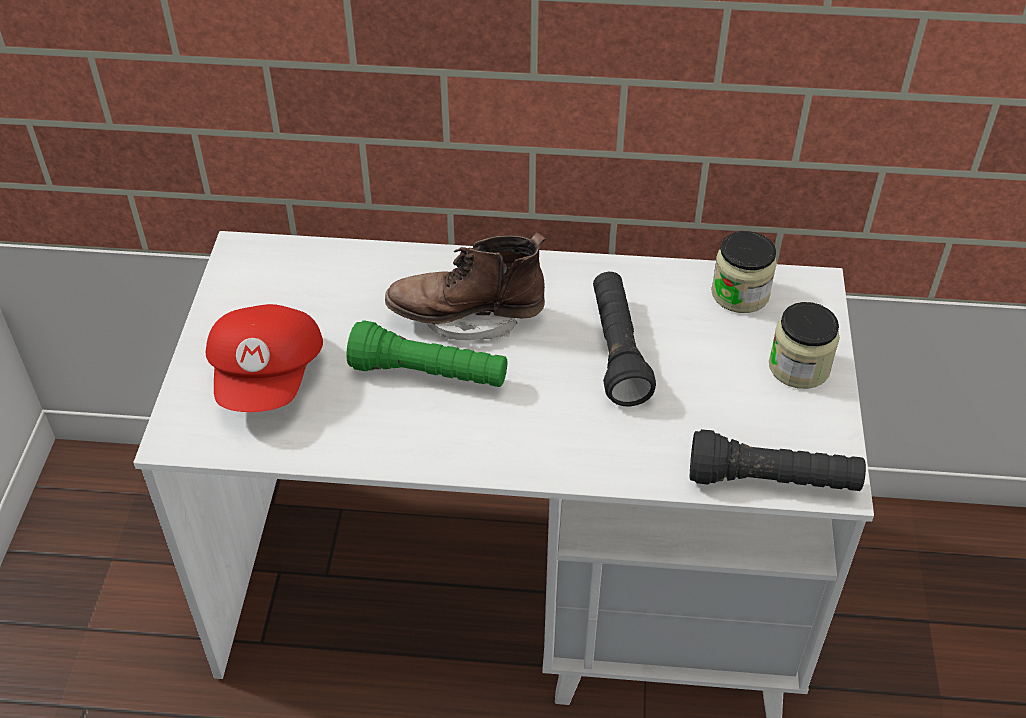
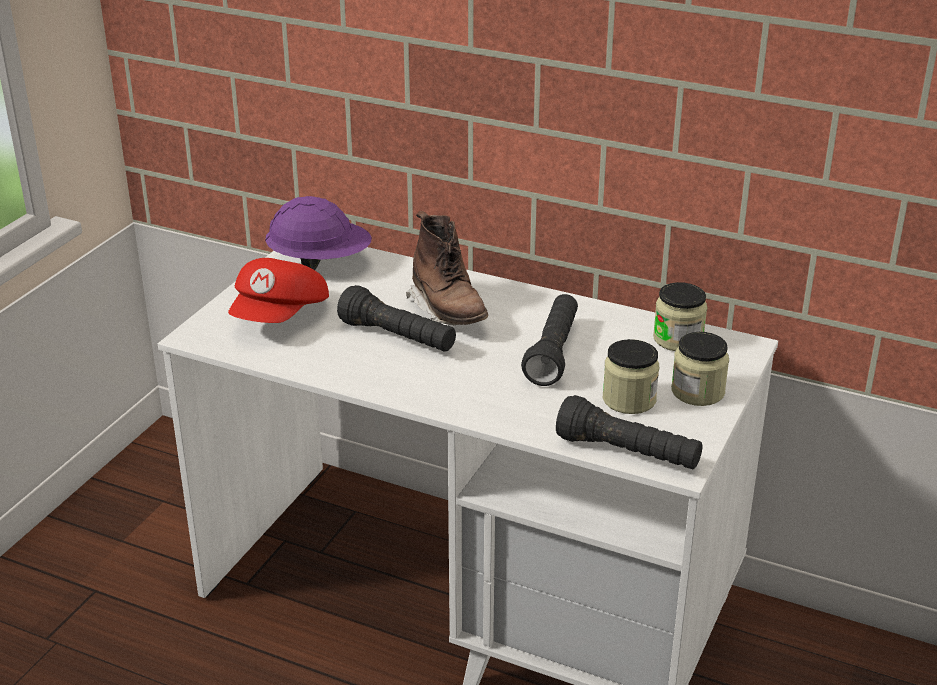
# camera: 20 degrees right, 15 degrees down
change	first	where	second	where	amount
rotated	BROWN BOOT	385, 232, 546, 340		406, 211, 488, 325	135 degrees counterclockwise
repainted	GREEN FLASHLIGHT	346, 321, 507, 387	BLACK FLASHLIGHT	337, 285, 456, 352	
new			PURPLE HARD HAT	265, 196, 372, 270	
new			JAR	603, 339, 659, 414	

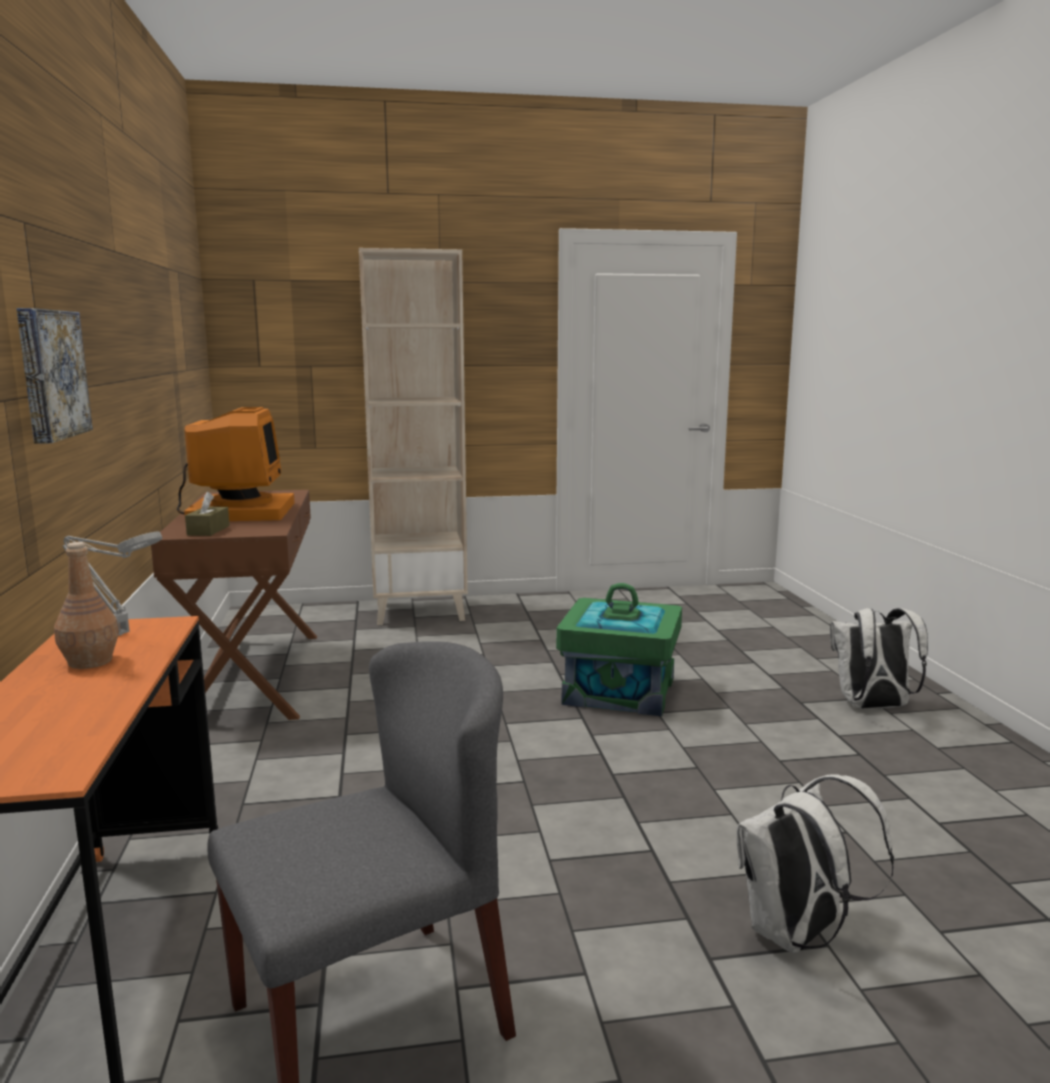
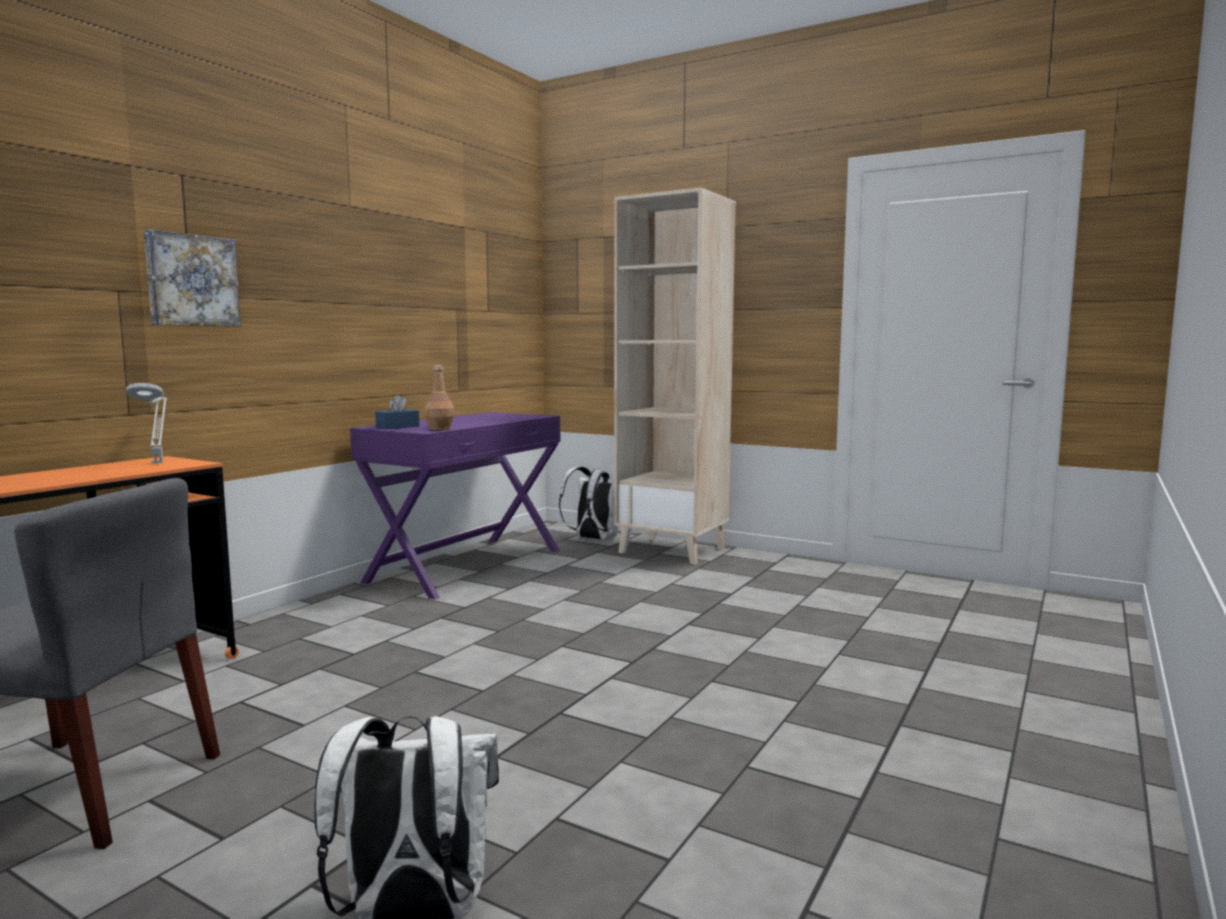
# camera: 40 degrees right, 5 degrees down
change	first	where	second	where	amount
gone	MONITOR	177, 407, 295, 521			
repainted	BROWN CONSOLE TABLE	151, 490, 317, 720	PURPLE CONSOLE TABLE	350, 412, 561, 599	
repainted	BROWN TISSUE BOX	185, 492, 230, 536	BLUE TISSUE BOX	375, 395, 419, 429	
shifted	BROWN BOTTLE	54, 542, 119, 669		425, 365, 455, 430	
gone	GREEN STORAGE BOX	556, 583, 682, 716			
shifted	WHITE BACKPACK	830, 608, 928, 709		559, 467, 618, 540	

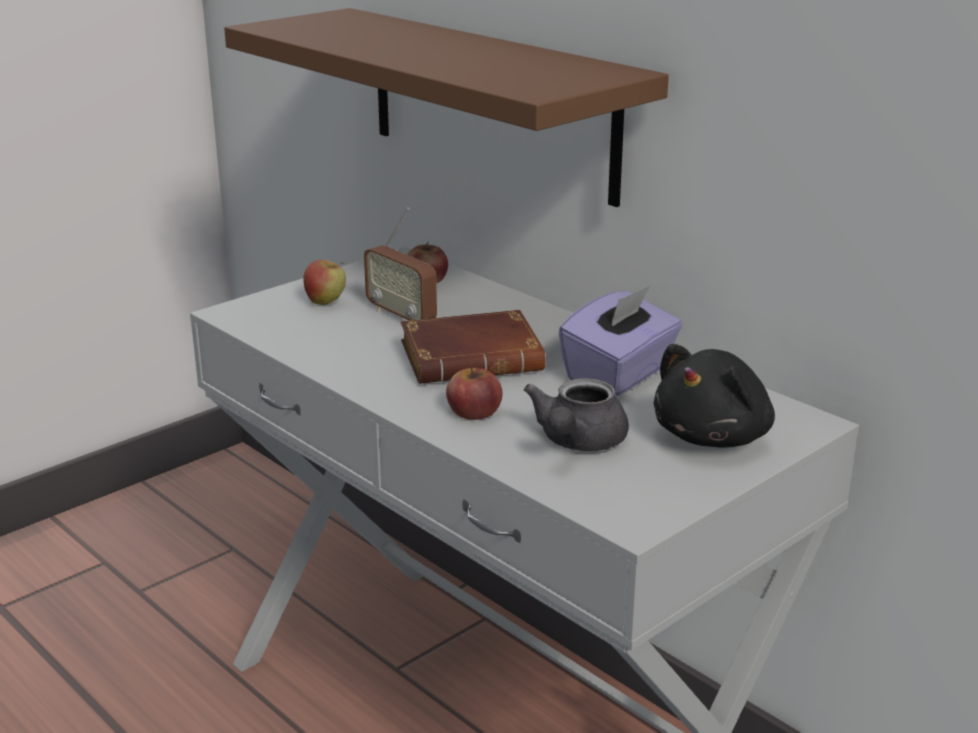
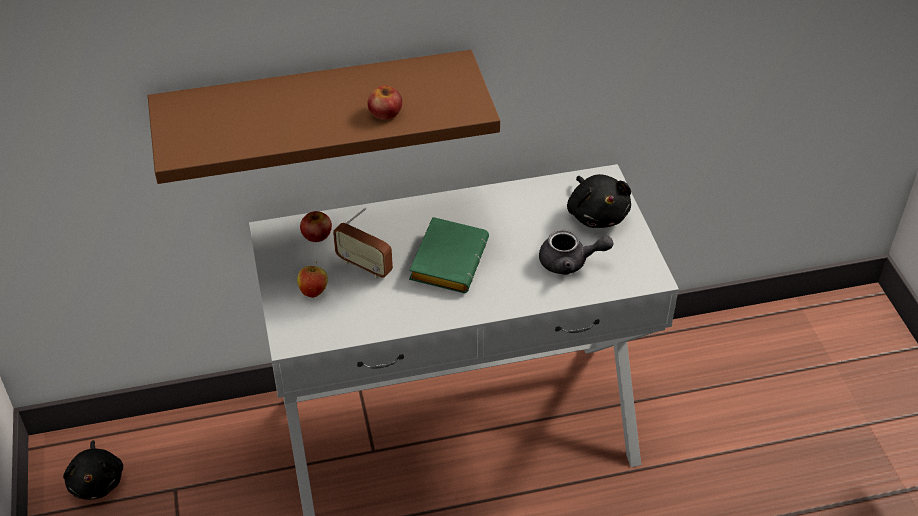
# camera: 60 degrees left, 20 degrees up
change	first	where	second	where	amount
rotated	RADIO	364, 207, 437, 321		333, 207, 393, 278	45 degrees clockwise
gone	PURPLE TISSUE BOX	559, 285, 682, 396			
repainted	BROWN BOOK	401, 310, 545, 384	GREEN BOOK	409, 217, 489, 293	
shifted	APPLE	446, 365, 503, 420		368, 86, 402, 120	
rotated	GREY TEAPOT	524, 378, 629, 451		539, 230, 614, 275	45 degrees counterclockwise
new			BLACK PLUSH TOY	63, 440, 123, 500	

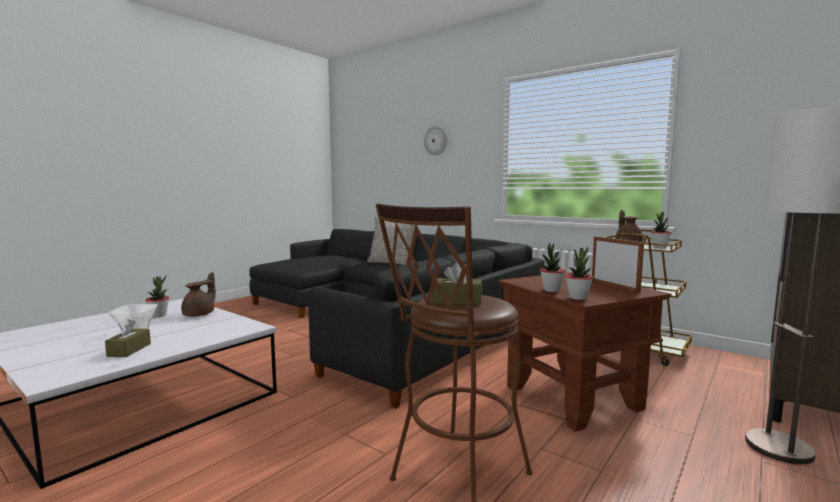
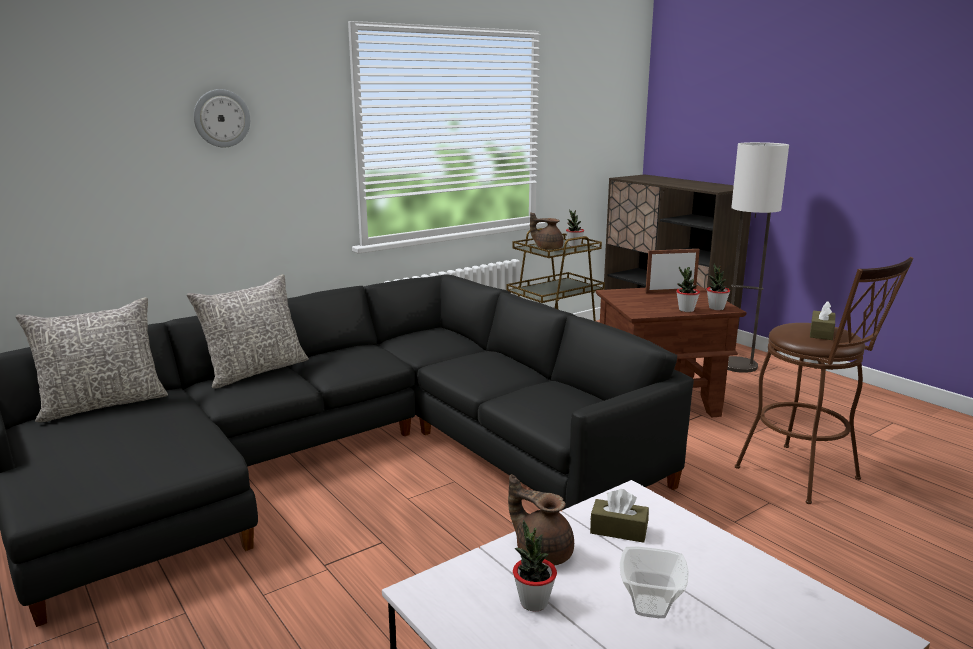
# camera: 75 degrees left, 10 degrees up
change	first	where	second	where	amount
shifted	BROWN TISSUE BOX	105, 319, 151, 357		590, 489, 649, 543	
new			GREY PILLOW	16, 297, 168, 422	

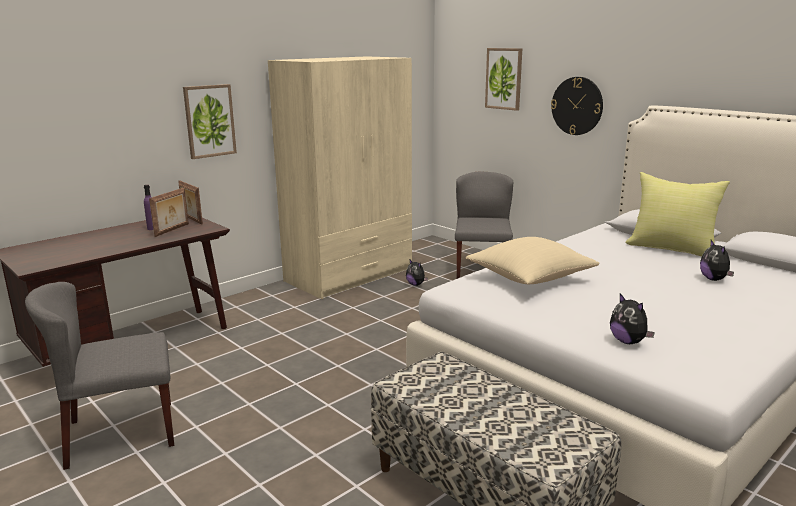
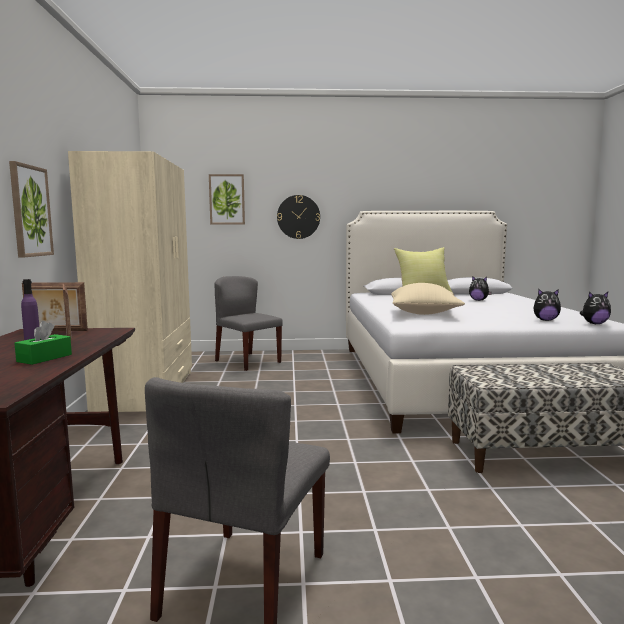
# camera: 50 degrees left, 10 degrees down
change	first	where	second	where	amount
shifted	PLUSH TOY	406, 260, 428, 286		579, 292, 611, 324	
new			GREEN TISSUE BOX	14, 321, 72, 365	

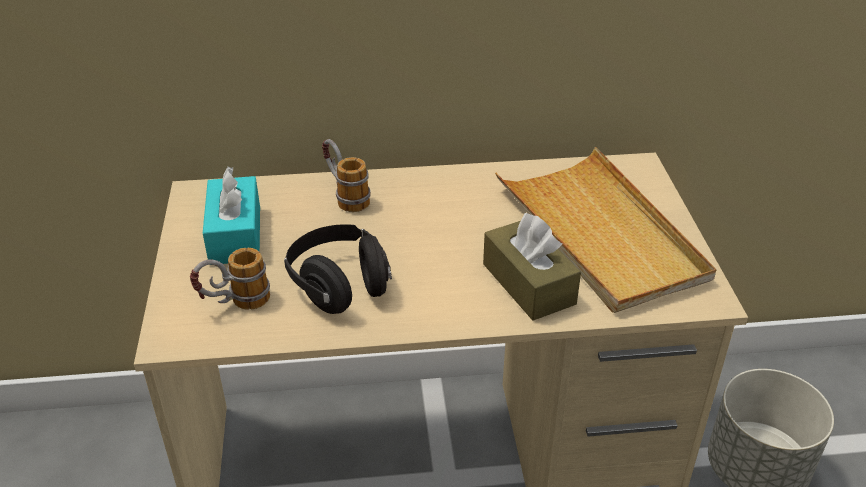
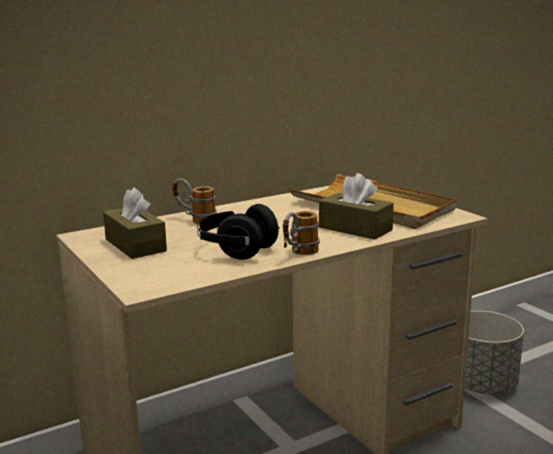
# camera: 25 degrees left, 20 degrees down
change	first	where	second	where	amount
repainted	TURQUOISE TISSUE BOX	203, 167, 260, 264	BROWN TISSUE BOX	103, 187, 167, 259	
shifted	MUG	190, 248, 270, 310		283, 211, 320, 255	

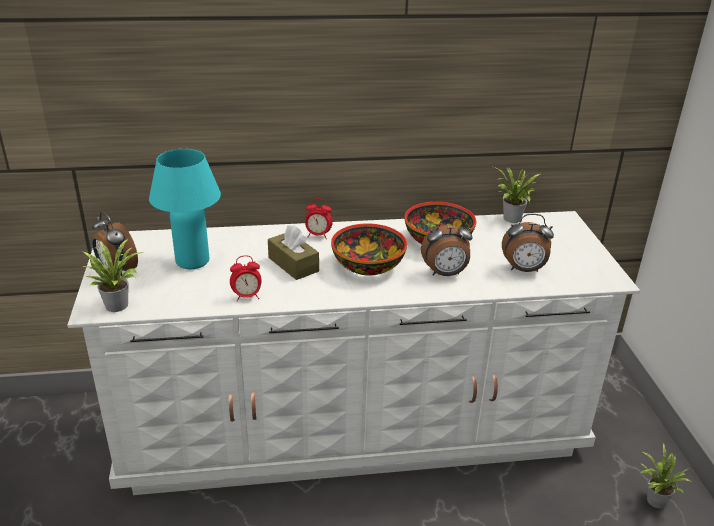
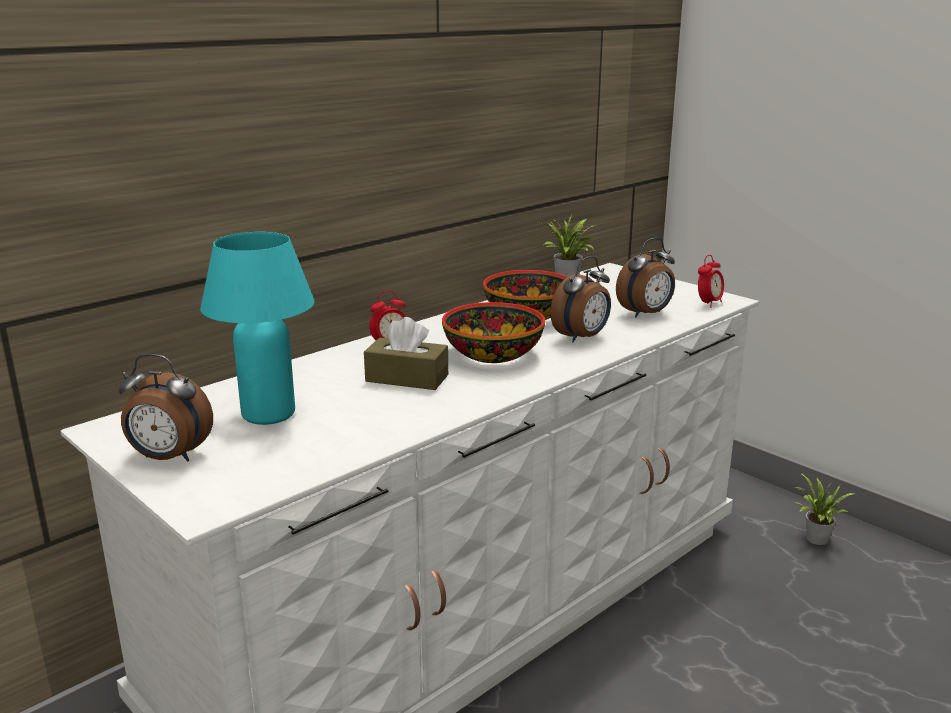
# camera: 35 degrees left, 10 degrees down
change	first	where	second	where	amount
gone	POTTED PLANT	83, 238, 144, 312			
shifted	ALARM CLOCK	230, 256, 262, 302		698, 255, 724, 308	

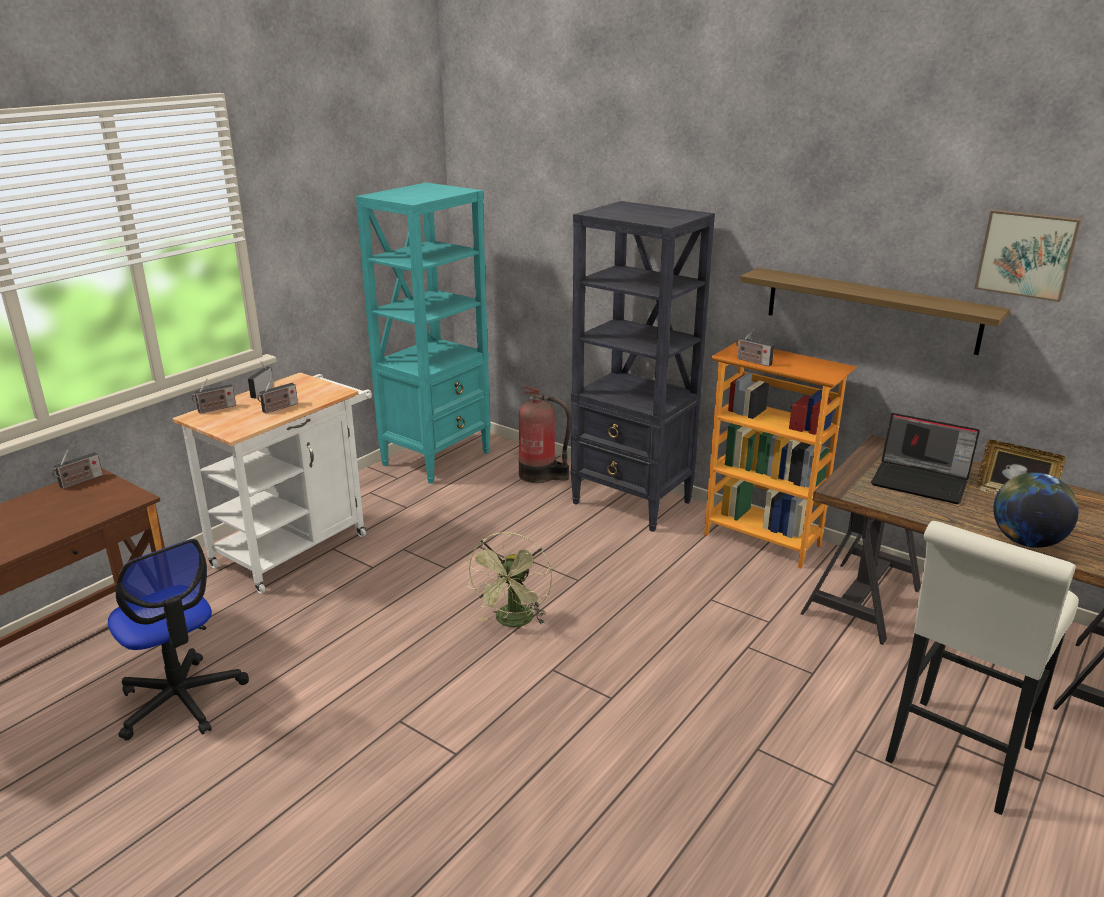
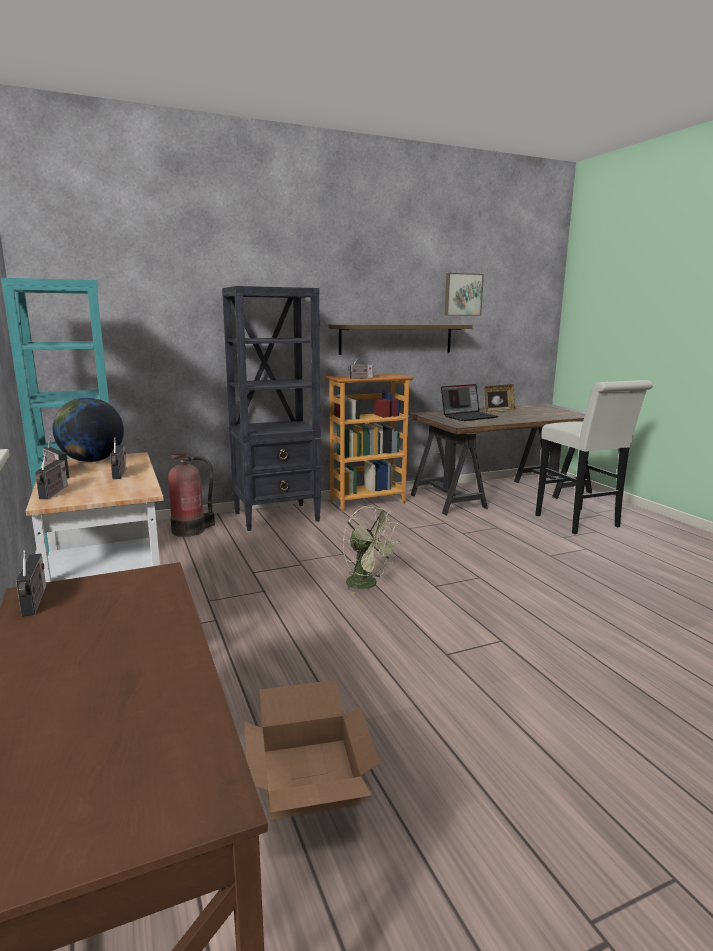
# camera: 60 degrees left, 10 degrees down
change	first	where	second	where	amount
shifted	GLOBE	993, 472, 1079, 548		53, 397, 124, 462	
swapped	OFFICE CHAIR	108, 539, 249, 741	CARDBOARD BOX	244, 680, 380, 820	

